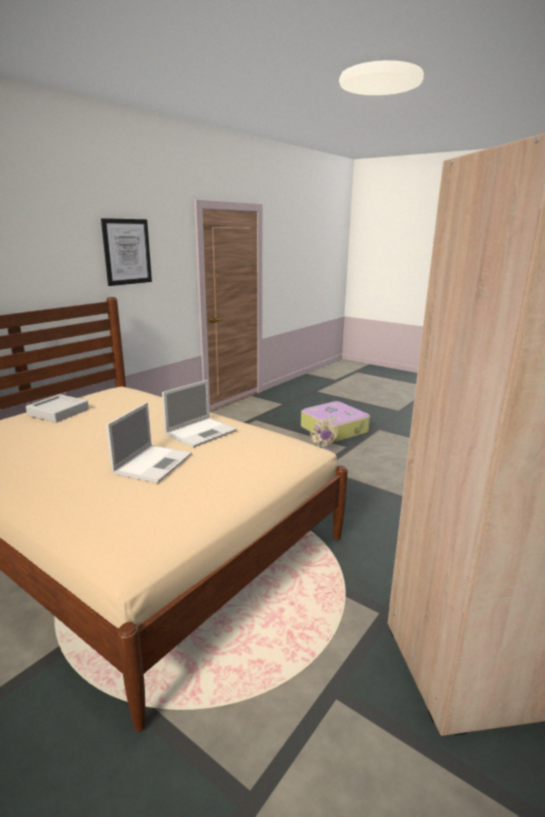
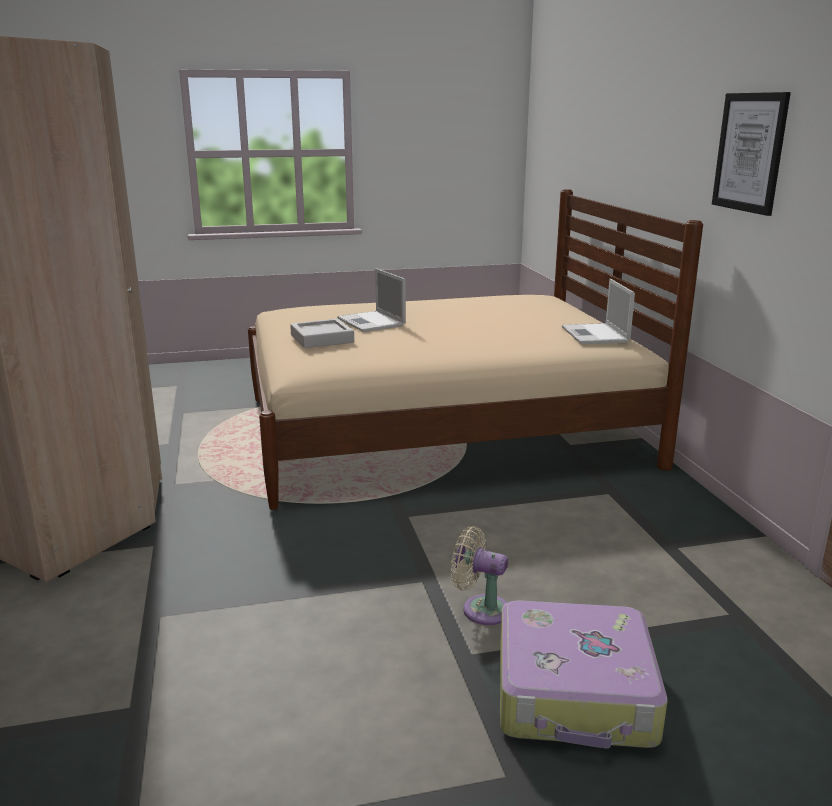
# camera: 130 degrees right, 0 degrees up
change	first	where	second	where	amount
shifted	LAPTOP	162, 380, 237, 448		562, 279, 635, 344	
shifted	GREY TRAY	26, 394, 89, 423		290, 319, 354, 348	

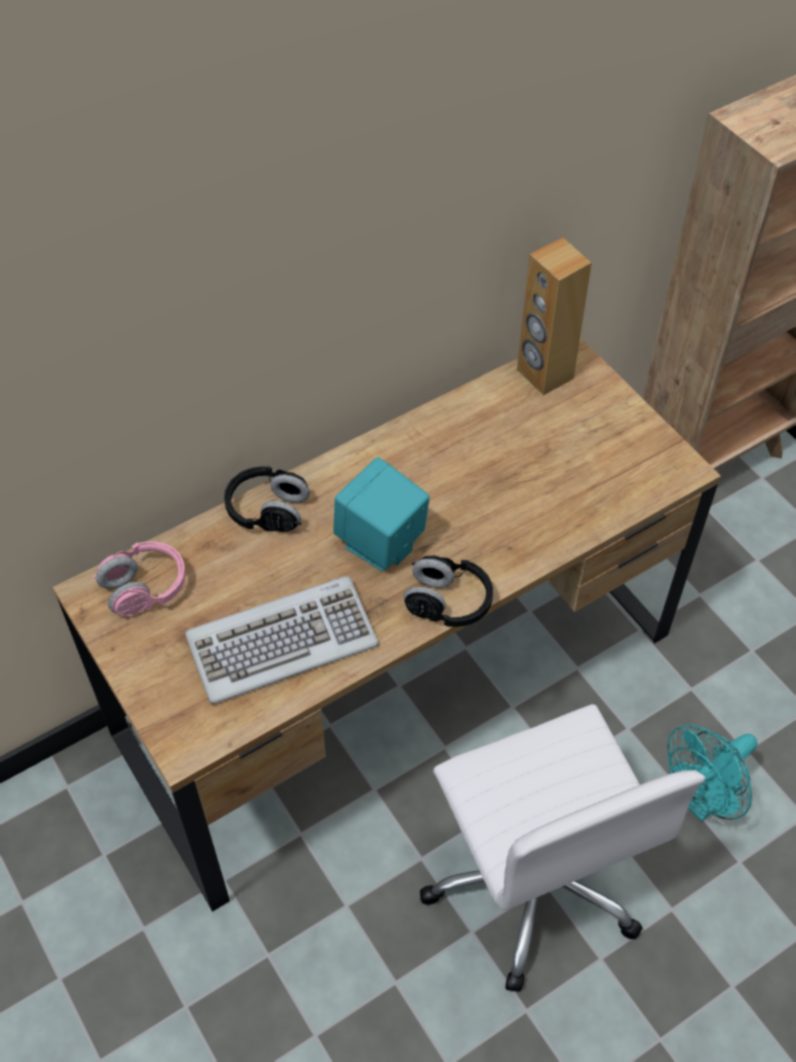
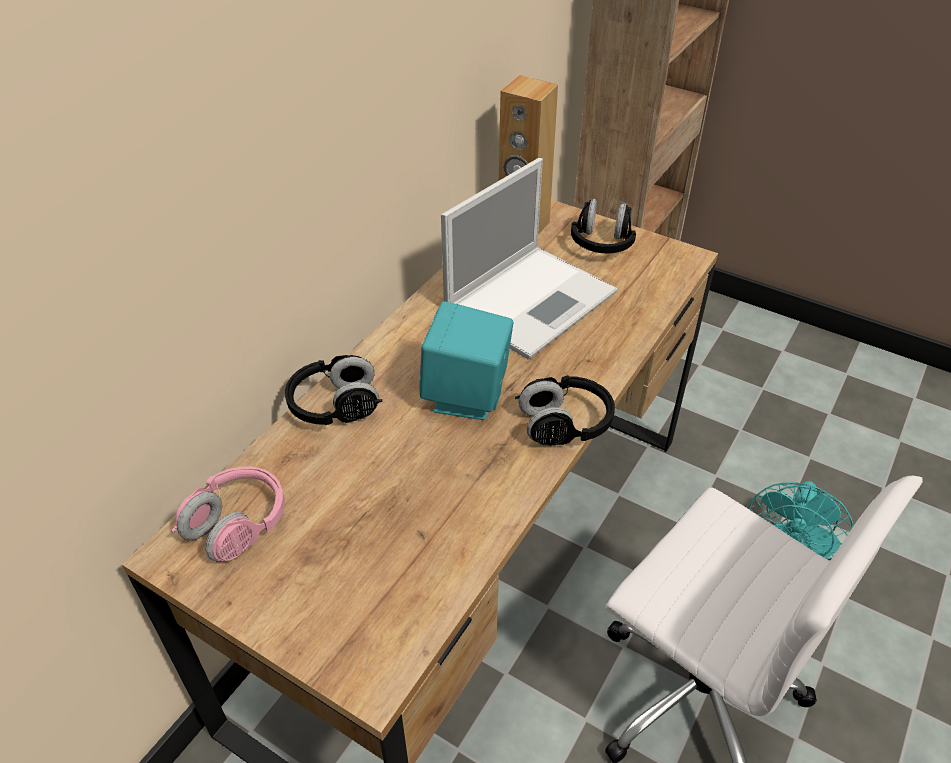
# camera: 25 degrees left, 10 degrees down
change	first	where	second	where	amount
gone	KEYBOARD	185, 576, 379, 704			
new			LAPTOP	441, 158, 617, 360	
new			BLACK HEADPHONES	571, 198, 636, 253	

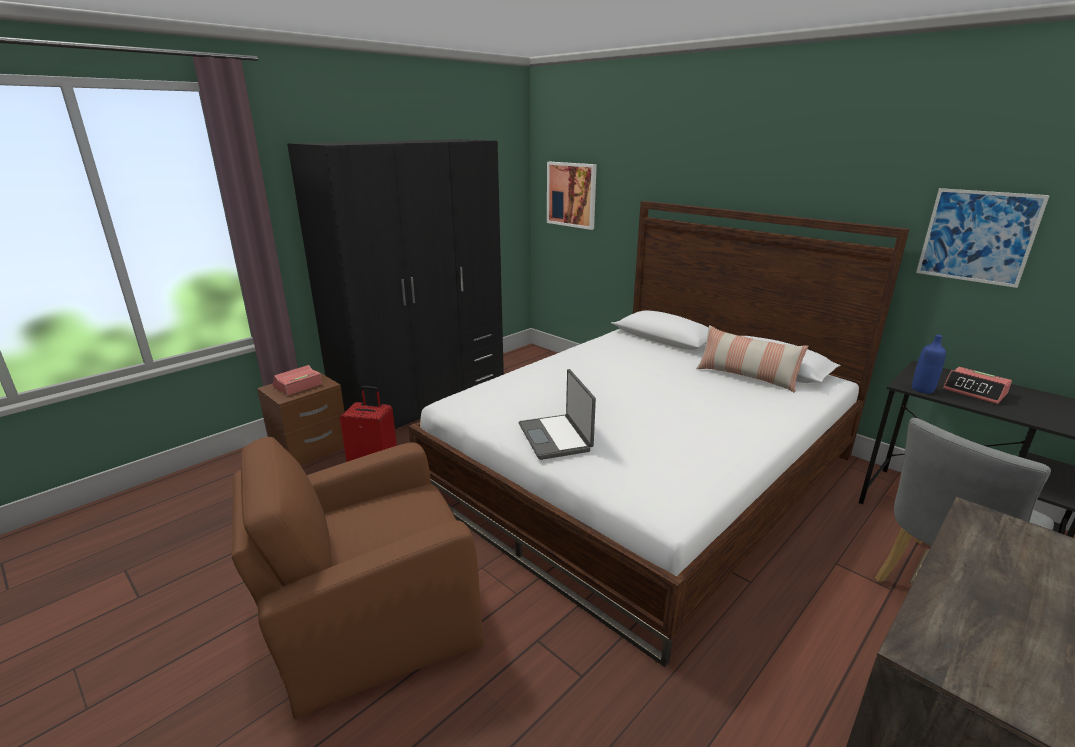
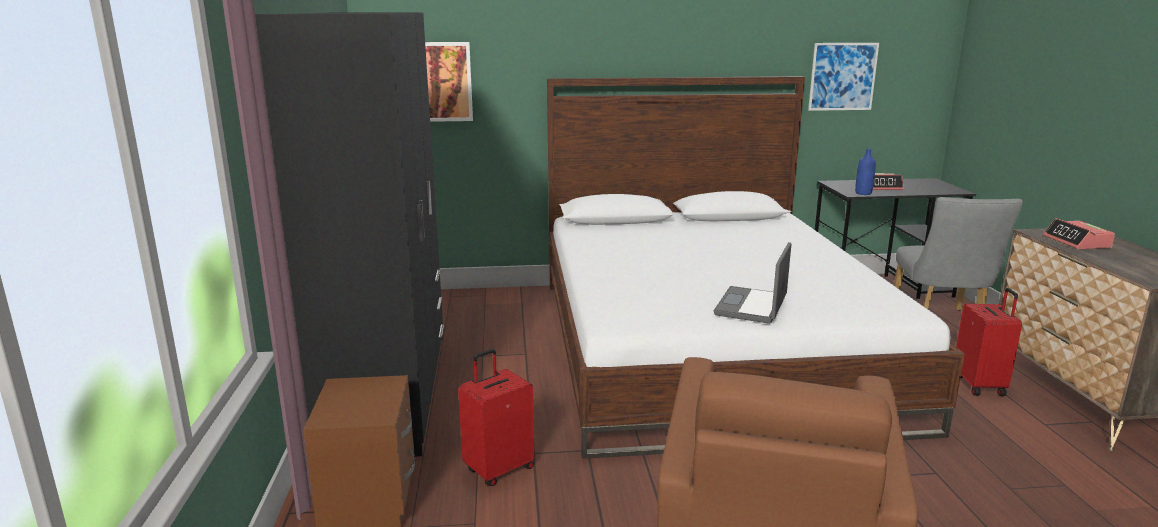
# camera: 50 degrees left, 5 degrees down
change	first	where	second	where	amount
gone	PILLOW	696, 325, 808, 393			
shifted	ALARM CLOCK	273, 365, 322, 396		1043, 218, 1115, 249	
rotated	LAPTOP	519, 369, 596, 460		714, 242, 791, 324	90 degrees clockwise
new			RED SUITCASE	956, 288, 1022, 396	

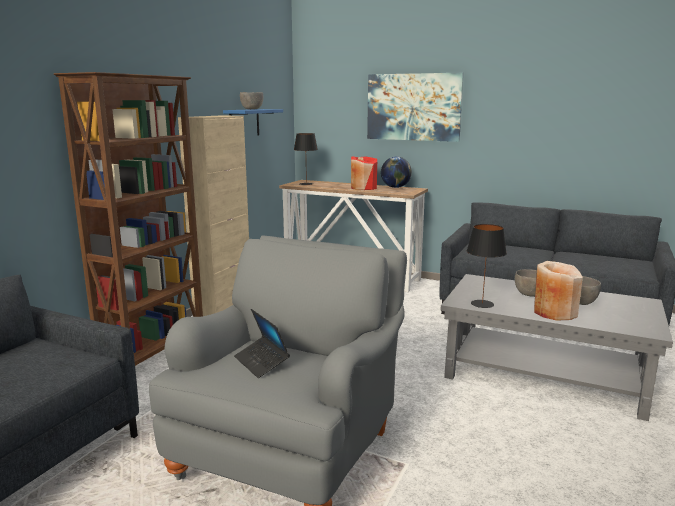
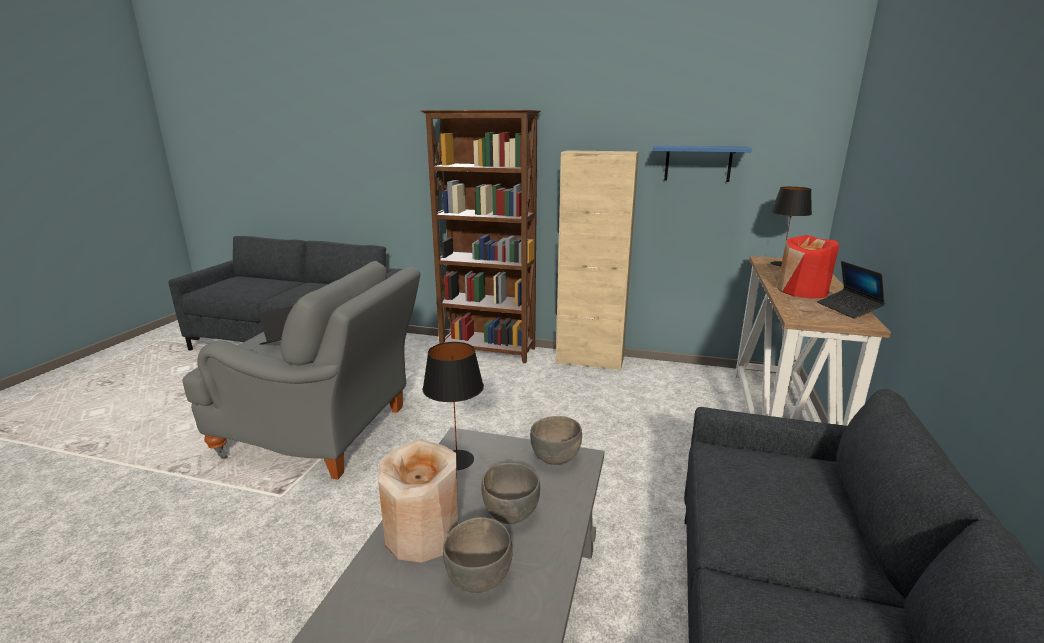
# camera: 80 degrees right, 5 degrees up
change	first	where	second	where	amount
gone	PICTURE	367, 73, 464, 142			
shifted	GREY BOWL	240, 92, 263, 110		530, 416, 582, 465	
swapped	GLOBE	381, 157, 412, 188	LAPTOP	817, 261, 885, 319	

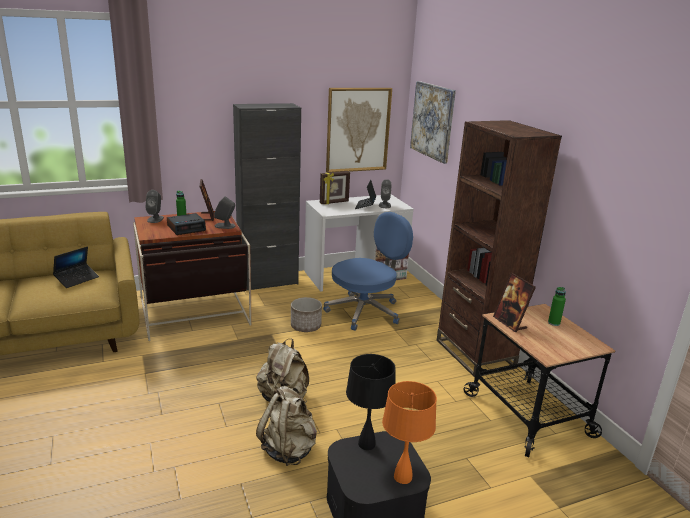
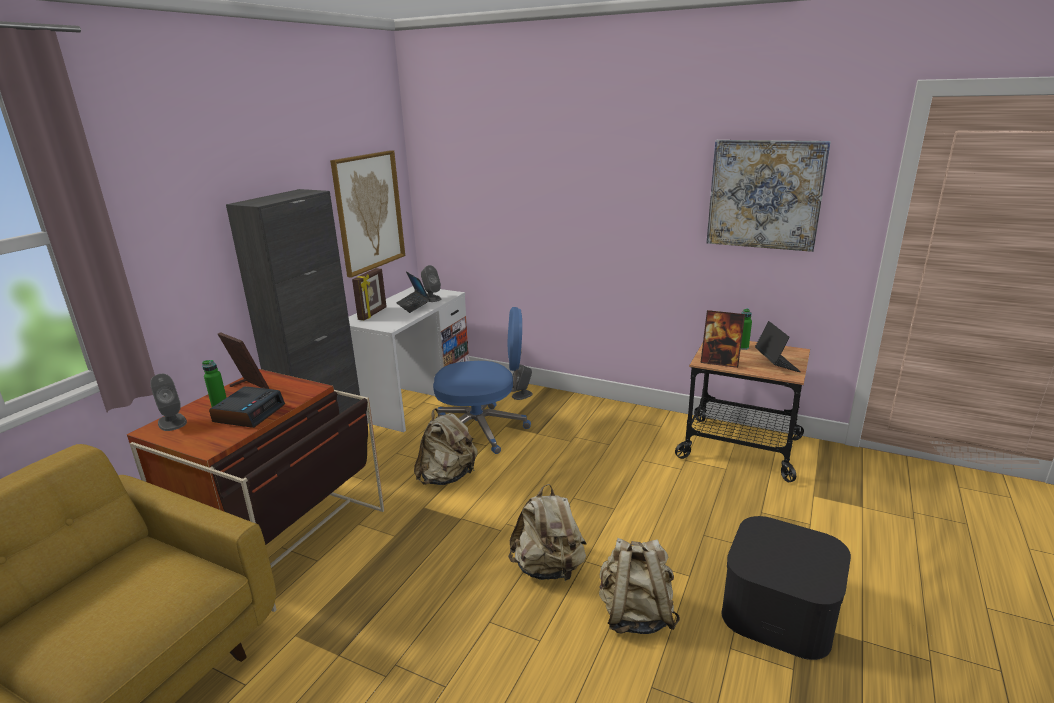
# camera: 40 degrees left, 0 degrees up
change	first	where	second	where	amount
shifted	PICTURE	410, 81, 456, 164		706, 140, 831, 252	
gone	BROWN BOOKCASE	437, 120, 562, 378			
shifted	GREY SPEAKER	214, 196, 235, 229		512, 365, 533, 400	
rotated	BLUE OFFICE CHAIR	323, 212, 413, 331		433, 307, 531, 454	75 degrees clockwise
shifted	LAPTOP	53, 246, 99, 288		755, 321, 801, 372	
swapped	PLANTER	291, 297, 322, 332	BEIGE BACKPACK	414, 408, 478, 485	
gone	BLACK TABLE LAMP	346, 354, 396, 450			
gone	ORANGE TABLE LAMP	382, 381, 437, 484			

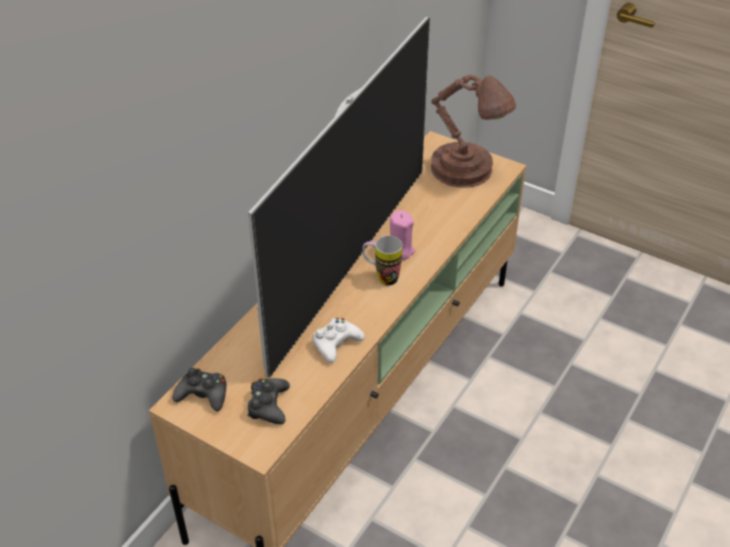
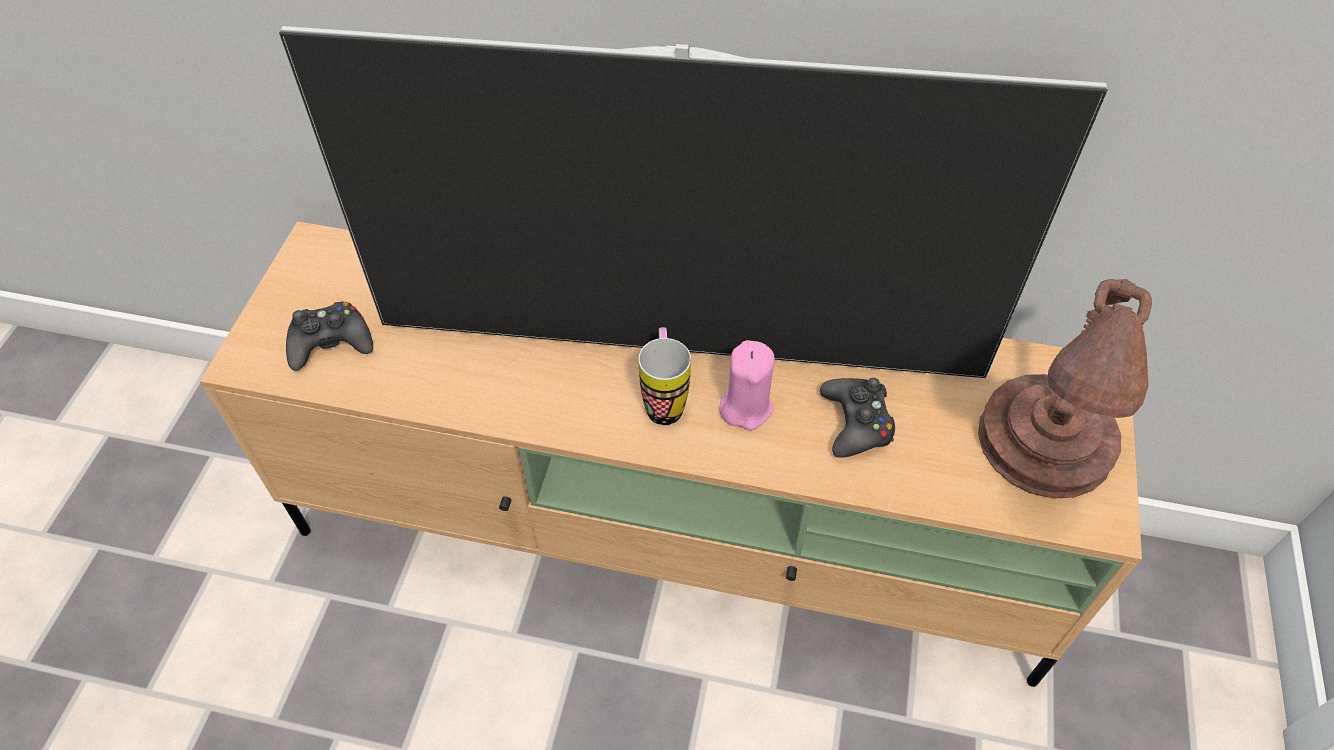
# camera: 70 degrees right, 10 degrees up
change	first	where	second	where	amount
gone	WHITE GAME CONTROLLER	313, 318, 365, 363			
shifted	BLACK GAME CONTROLLER	172, 368, 226, 411		820, 378, 895, 458	

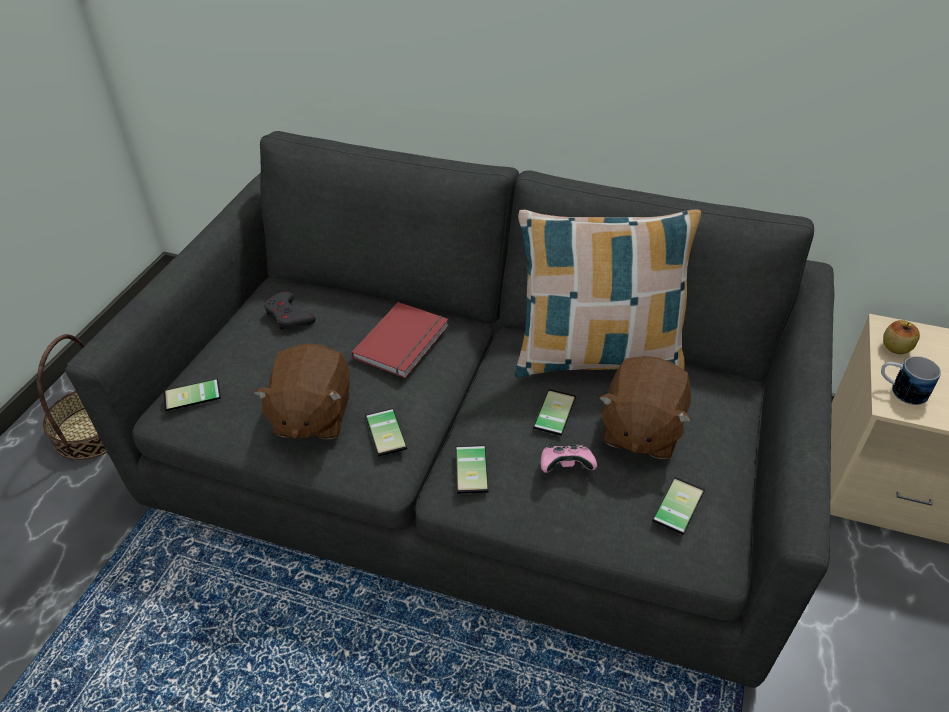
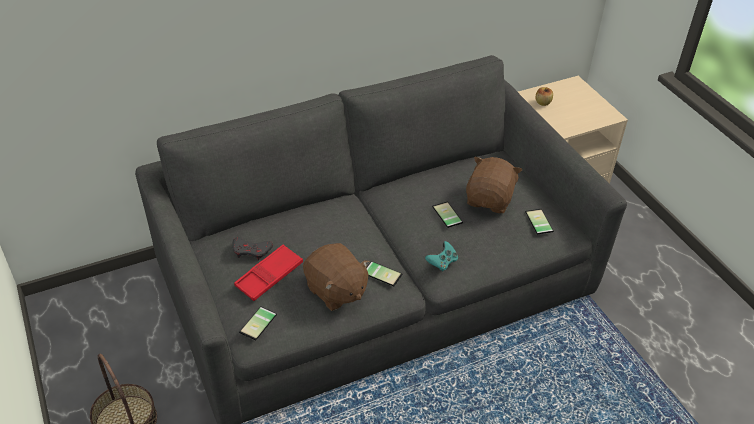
# camera: 45 degrees left, 0 degrees up
change	first	where	second	where	amount
gone	PILLOW	515, 209, 702, 378			
gone	RED BOOK	351, 302, 449, 378			
rotated	BROWN PLUSH TOY	599, 356, 691, 459		466, 157, 522, 213	135 degrees counterclockwise
gone	MUG	881, 356, 941, 405			
gone	PINK GAME CONTROLLER	541, 443, 597, 473			
swapped	PHONE	456, 445, 488, 494	TURQUOISE GAME CONTROLLER	425, 241, 458, 272	
new			RED TRAY	234, 244, 303, 301	

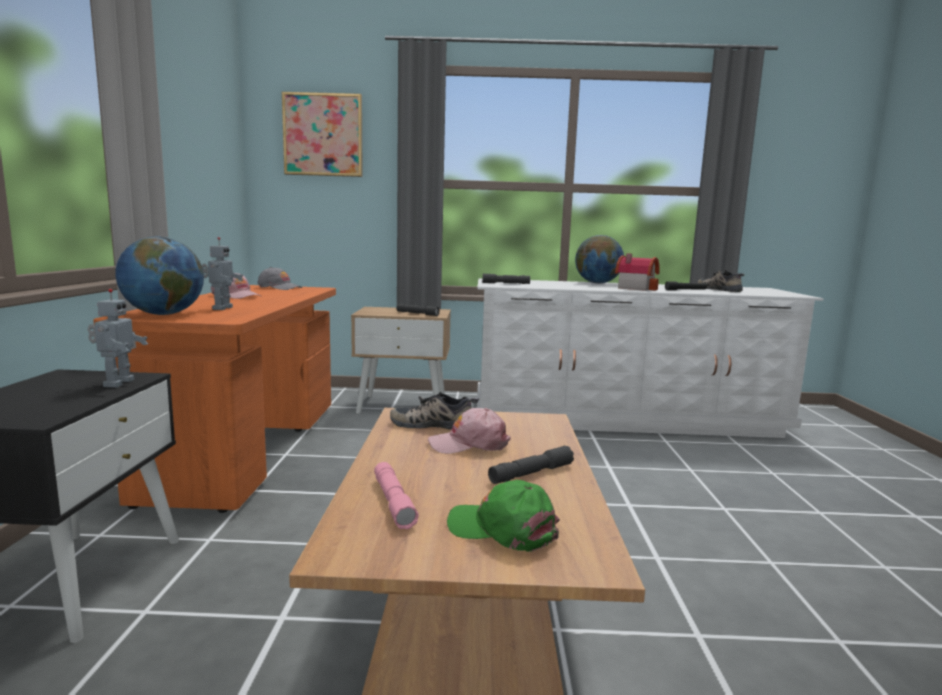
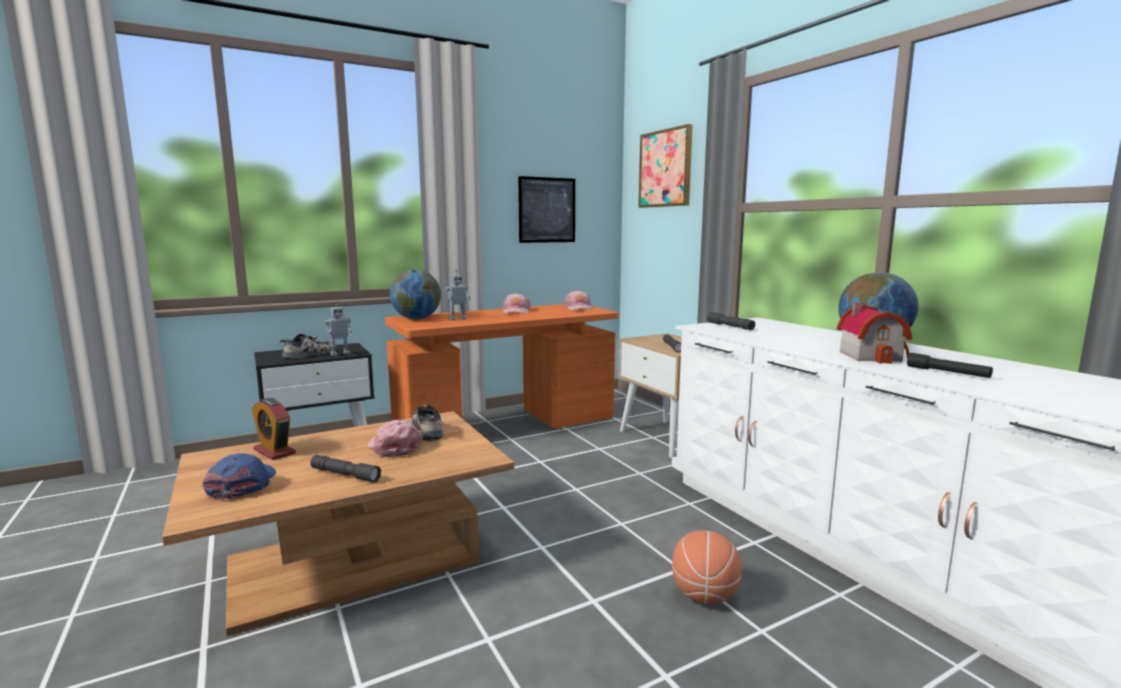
# camera: 60 degrees right, 0 degrees up
change	first	where	second	where	amount
repainted	GREY CAP	257, 267, 302, 290	PINK CAP	563, 290, 593, 310	
shifted	SHOE	698, 270, 745, 292		279, 334, 332, 360	
swapped	PINK FLASHLIGHT	374, 462, 419, 529	ALARM CLOCK	252, 398, 296, 460	
repainted	GREEN CAP	447, 480, 560, 552	BLUE CAP	202, 453, 276, 499	
new			PICTURE	518, 176, 575, 243	
new			BASKETBALL	672, 530, 742, 604	

